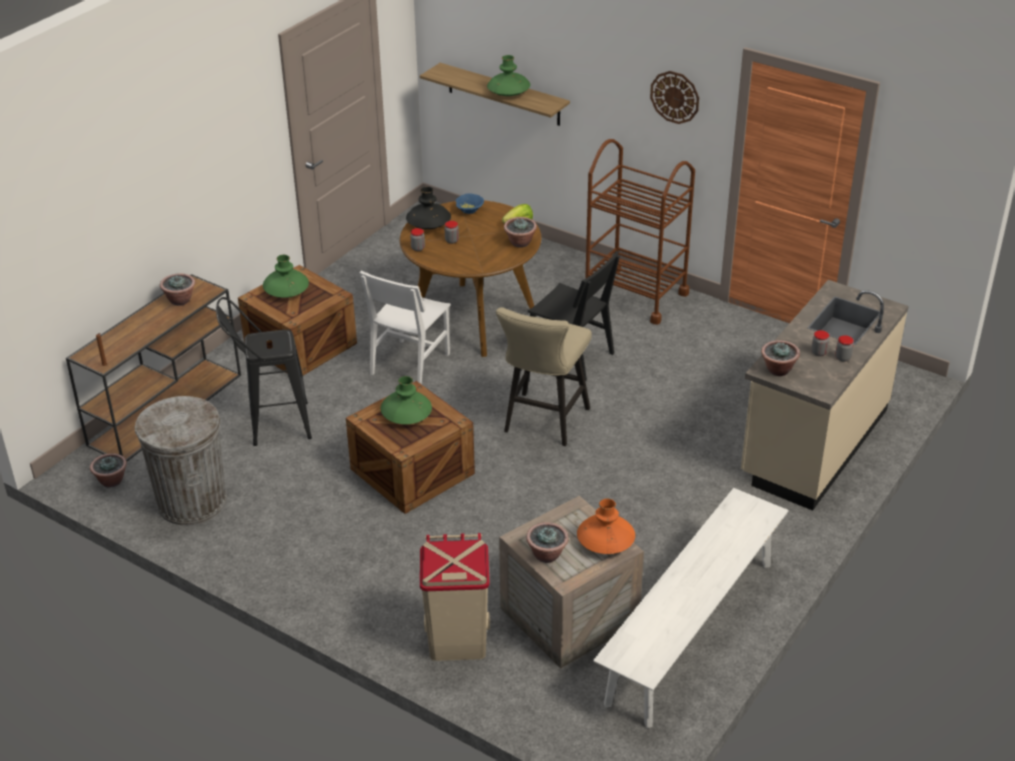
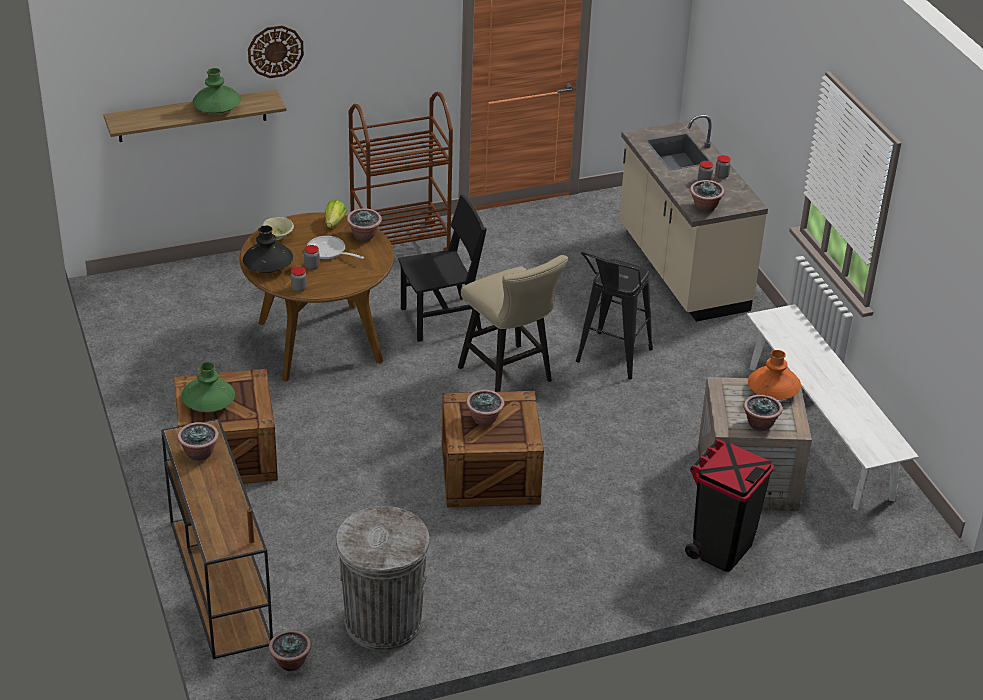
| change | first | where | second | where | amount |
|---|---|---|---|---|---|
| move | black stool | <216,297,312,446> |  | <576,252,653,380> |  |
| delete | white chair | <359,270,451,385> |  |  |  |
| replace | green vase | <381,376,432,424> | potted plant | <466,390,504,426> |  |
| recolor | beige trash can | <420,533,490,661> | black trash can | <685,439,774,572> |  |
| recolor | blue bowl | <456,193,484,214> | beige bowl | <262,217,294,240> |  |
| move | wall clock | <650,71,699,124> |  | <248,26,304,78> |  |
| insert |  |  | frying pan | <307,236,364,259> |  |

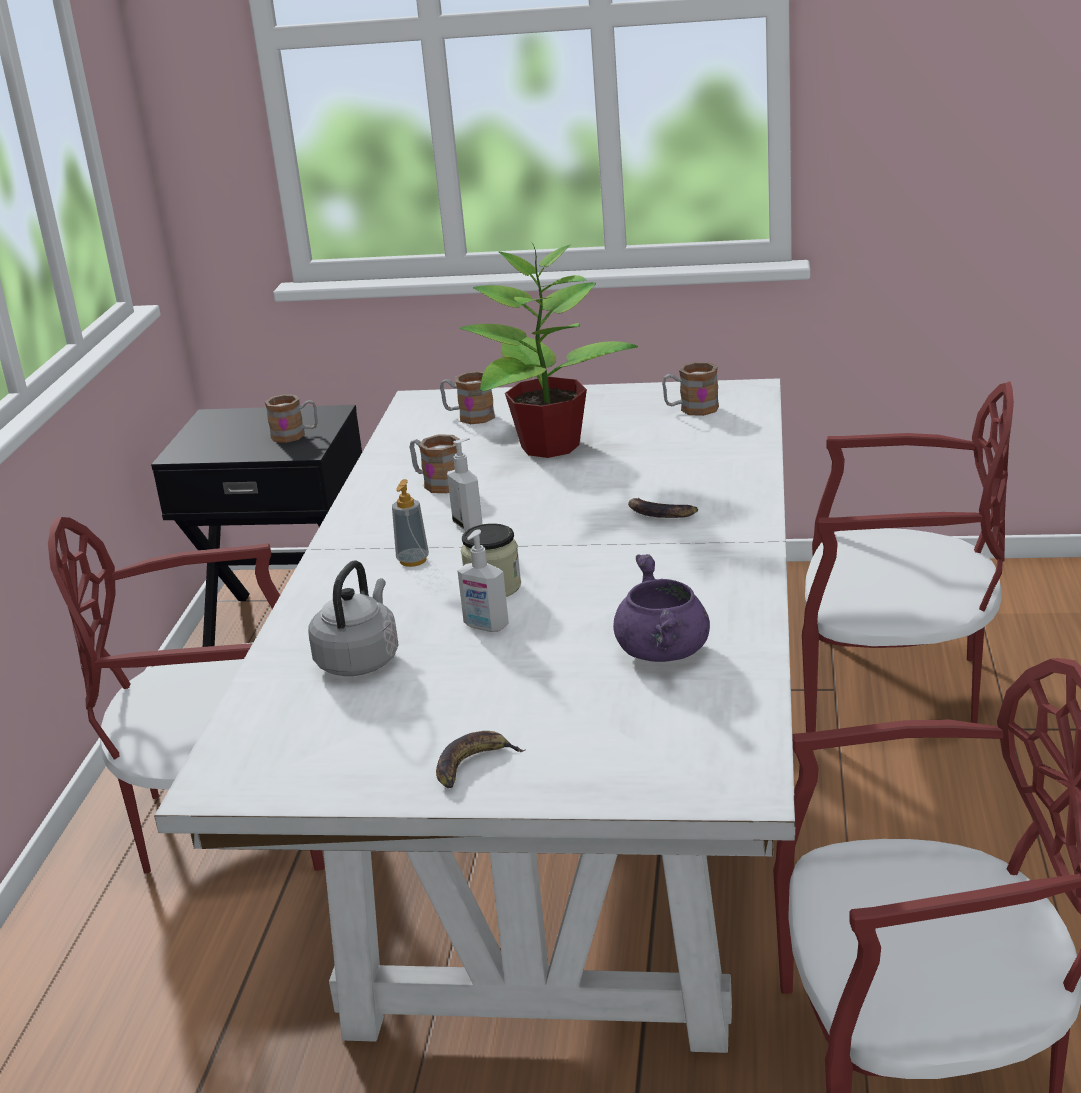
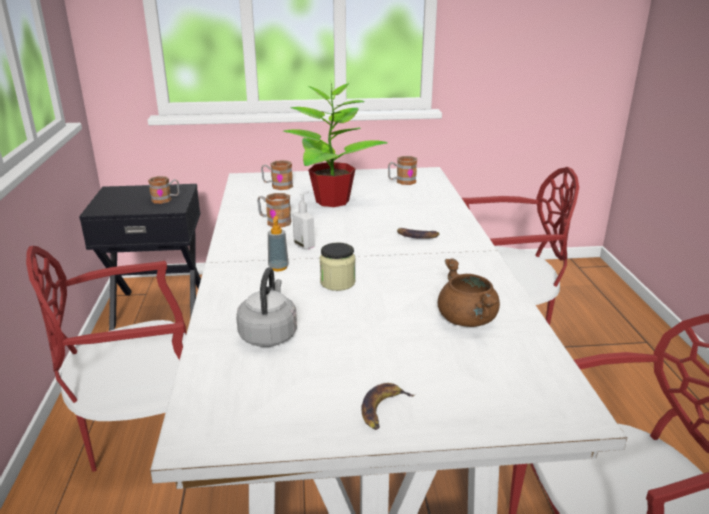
| change | first | where | second | where | amount |
|---|---|---|---|---|---|
| delete | soap dispenser | <458,529,509,632> |  |  |  |
| recolor | purple cooking pot | <613,554,710,662> | brown cooking pot | <438,258,500,327> |  |

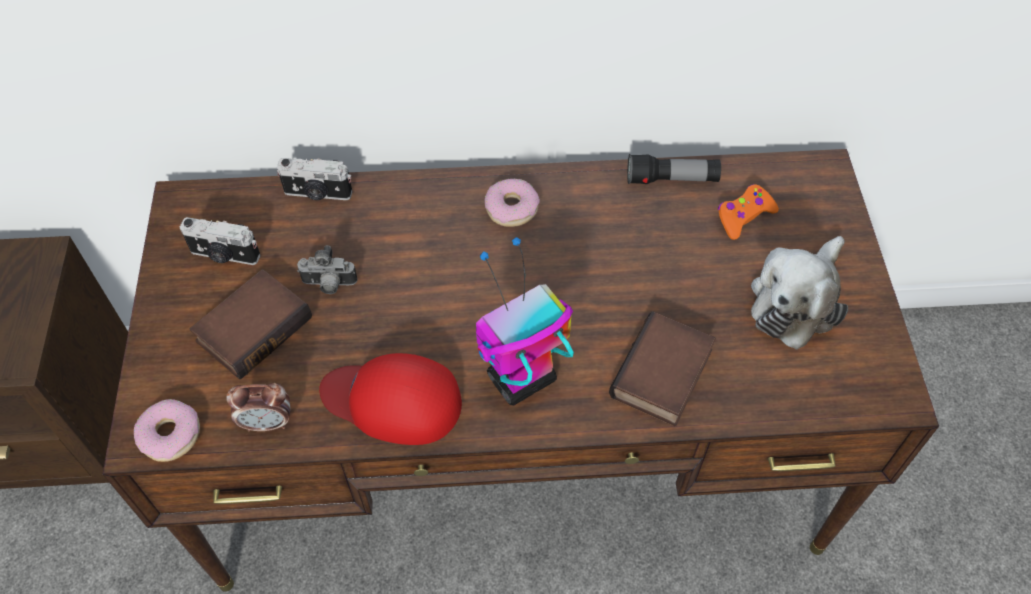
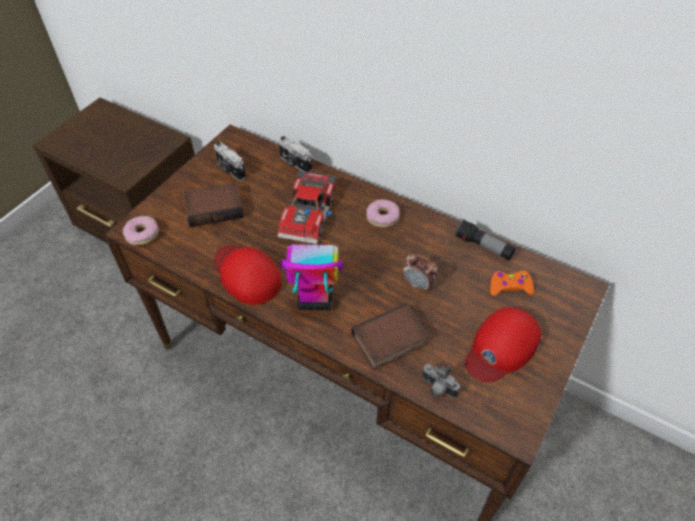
| change | first | where | second | where | amount |
|---|---|---|---|---|---|
| move | alarm clock | <227,383,290,432> |  | <402,254,437,292> |  |
| move | photo camera | <297,245,357,294> |  | <422,364,460,398> |  |
| replace | plush toy | <751,236,848,350> | red cap | <465,307,541,383> |  |
| insert |  |  | toy car | <277,170,336,245> |  |

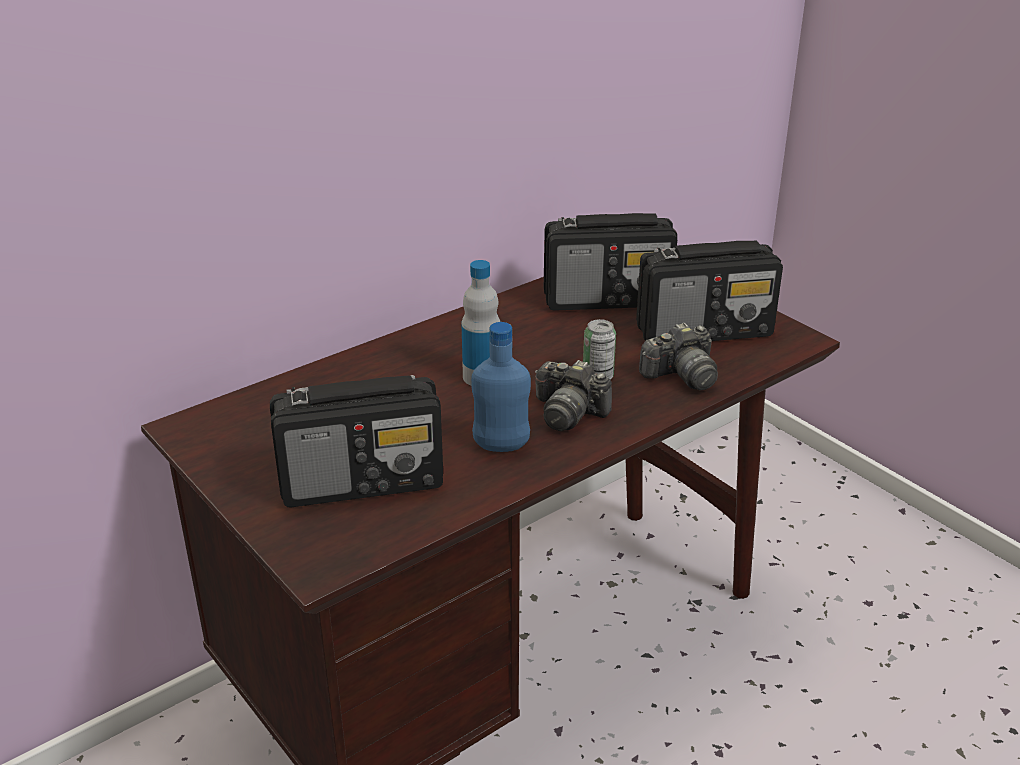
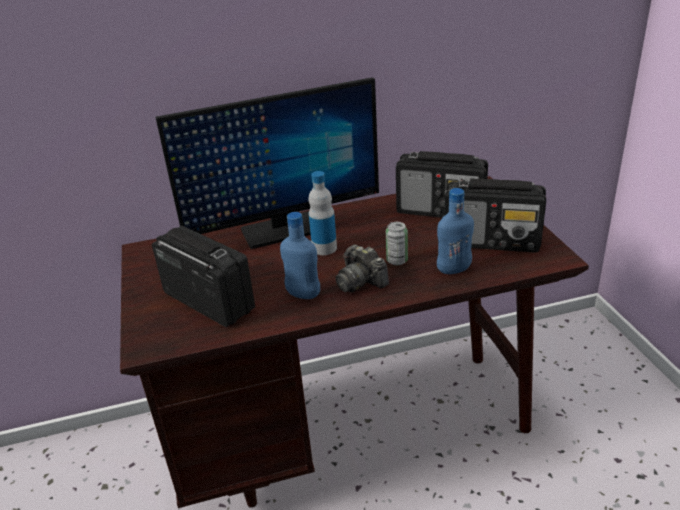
| change | first | where | second | where | amount |
|---|---|---|---|---|---|
| rotate | radio | <270,375,443,507> |  | <152,226,255,327> | 150 degrees counterclockwise |
| replace | photo camera | <639,323,718,390> | blue bottle | <437,188,474,274> |  |
| insert |  |  | monitor | <156,77,379,249> |  |

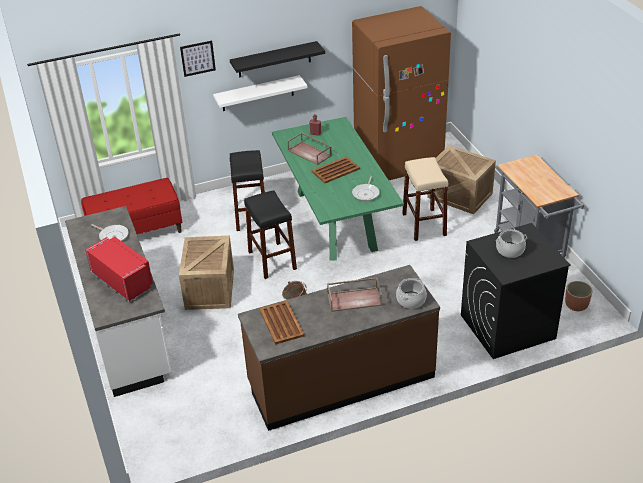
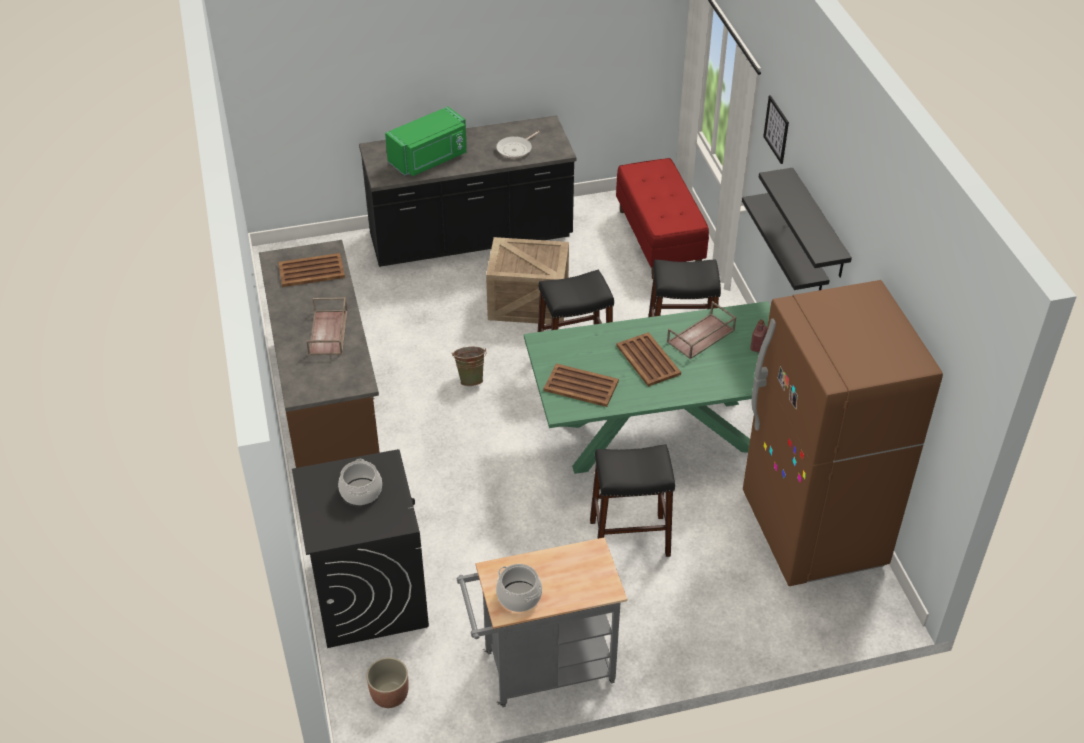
| change | first | where | second | where | amount |
|---|---|---|---|---|---|
| recolor | white counter | <65,206,172,397> | black counter | <359,115,576,267> |  |
| recolor | red microwave | <85,237,153,302> | green microwave | <385,106,467,176> |  |
| recolor | white shelf | <213,75,307,111> | black shelf | <742,193,830,290> |  |
| replace | frying pan | <352,176,380,201> | brown tray | <543,363,619,407> |  |
| move | cooking pot | <396,278,427,309> |  | <496,564,542,612> |  |
| recolor | beige stool | <402,157,448,241> | black stool | <590,444,675,557> |  |
| delete | crate | <427,145,496,215> |  |  |  |

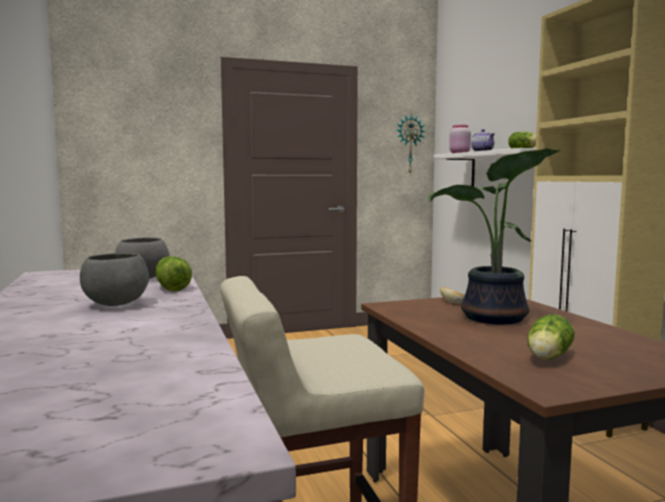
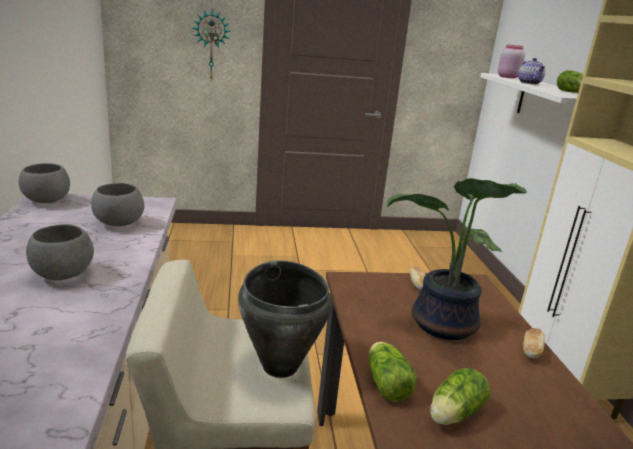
| change | first | where | second | where | amount |
|---|---|---|---|---|---|
| move | lettuce | <156,256,192,291> |  | <369,342,417,402> |  |
| move | wall clock | <396,114,426,173> |  | <193,10,231,80> |  |
| insert |  |  | grey bowl | <19,163,70,203> |  |
| insert |  |  | black cooking pot | <238,261,332,378> |  |
| insert |  |  | bread | <523,328,545,358> |  |

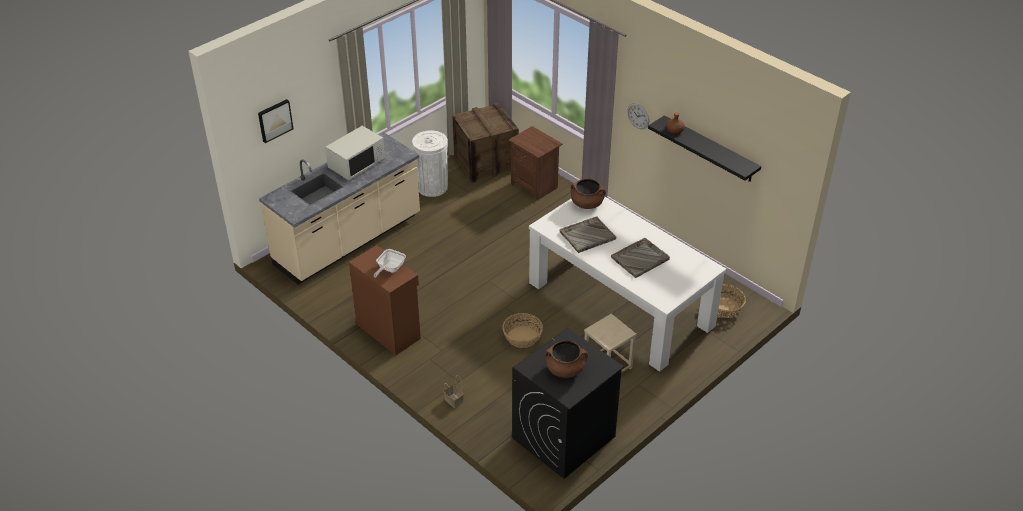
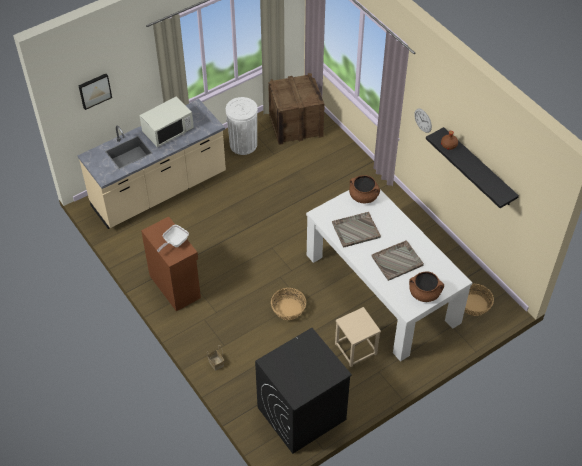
| change | first | where | second | where | amount |
|---|---|---|---|---|---|
| delete | brown nightstand | <508,126,563,201> |  |  |  |
| move | brown cooking pot | <545,340,588,378> |  | <409,271,444,302> |  |

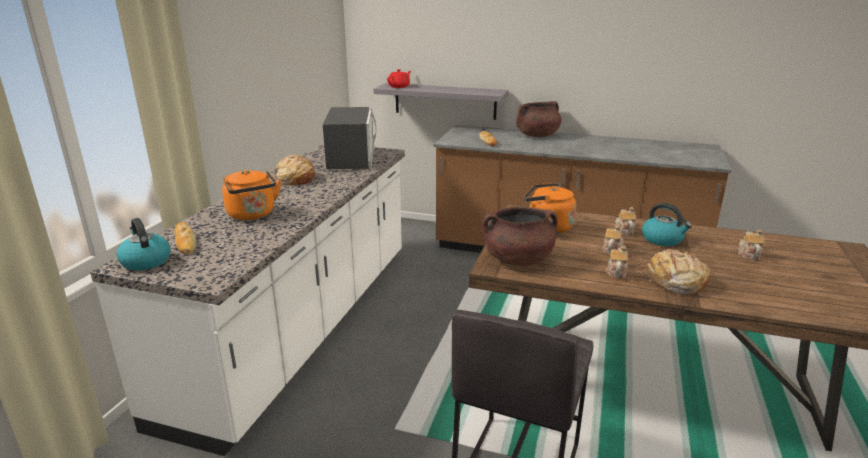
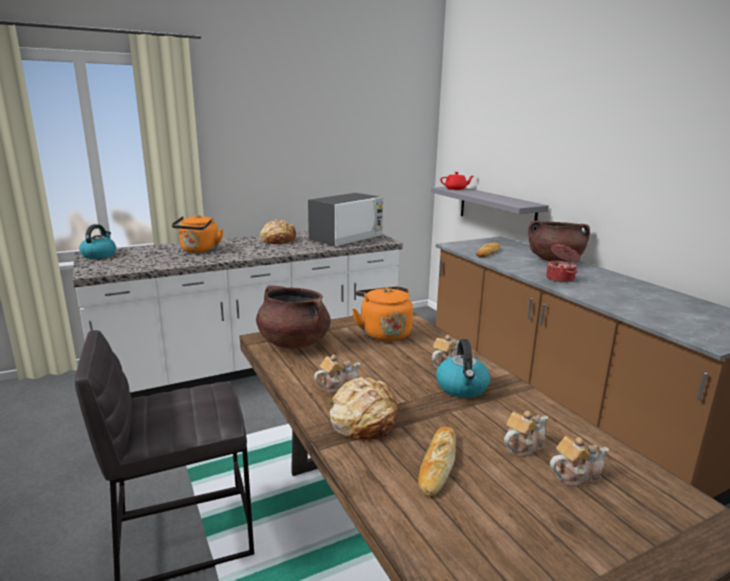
| change | first | where | second | where | amount |
|---|---|---|---|---|---|
| move | bread | <174,222,196,254> |  | <418,427,456,496> |  |
| move | teapot | <602,225,624,255> |  | <550,436,609,487> |  |
| insert |  |  | cooking pot | <546,245,581,283> |  |

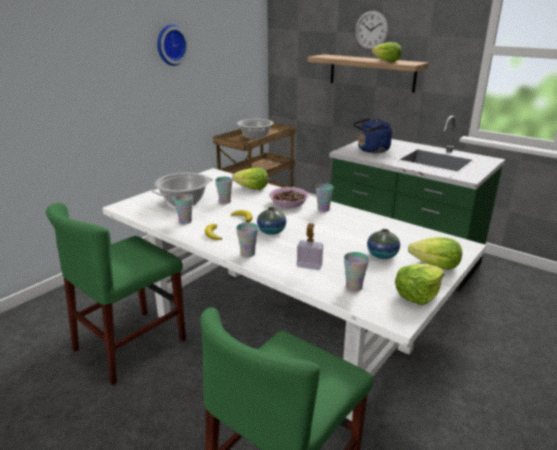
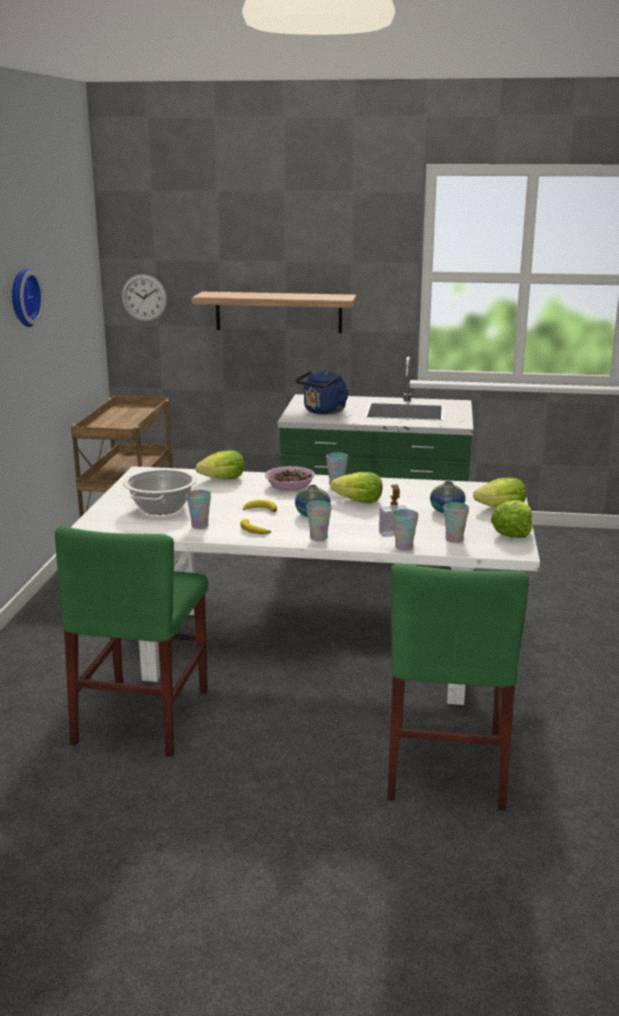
| change | first | where | second | where | amount |
|---|---|---|---|---|---|
| move | cup | <215,177,233,204> |  | <392,509,419,551> |  |
| delete | cooking pot | <237,119,273,140> |  |  |  |
| move | wall clock | <355,10,388,50> |  | <122,274,167,322> |  |
| move | lettuce | <372,42,402,62> |  | <331,472,383,504> |  |

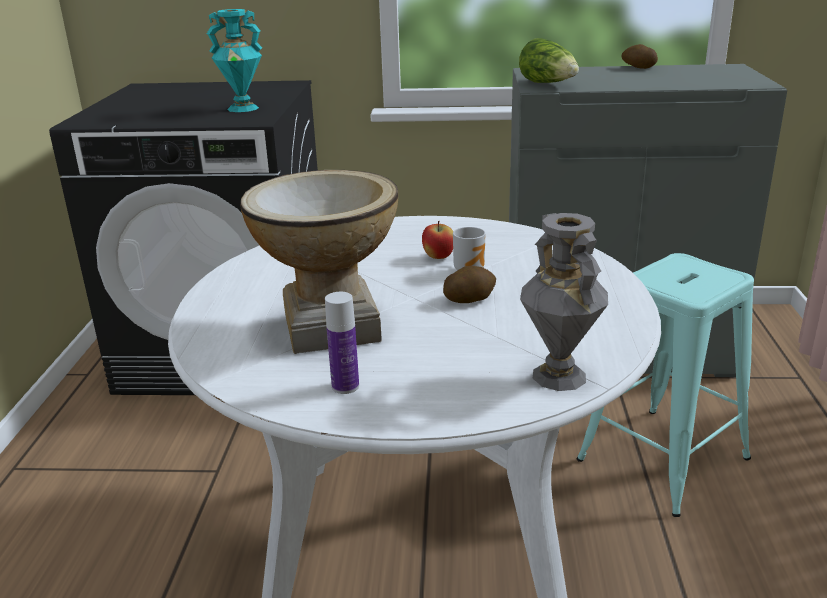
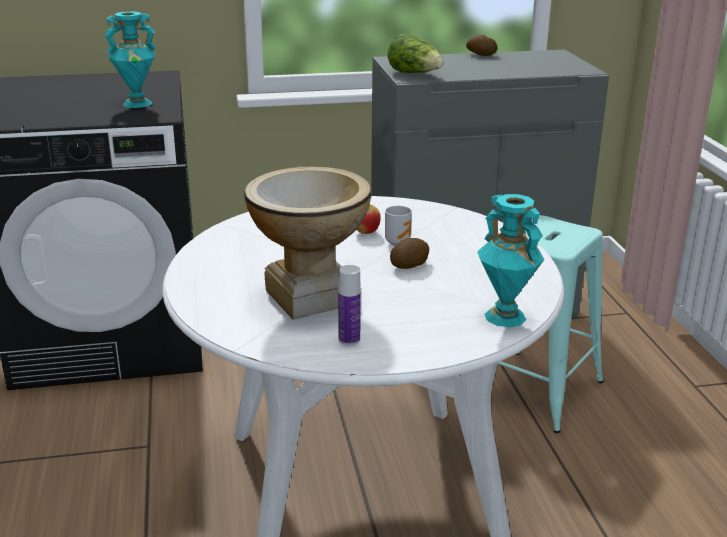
| change | first | where | second | where | amount |
|---|---|---|---|---|---|
| recolor | grey vase | <520,213,608,391> | turquoise vase | <477,194,544,327> |  |

